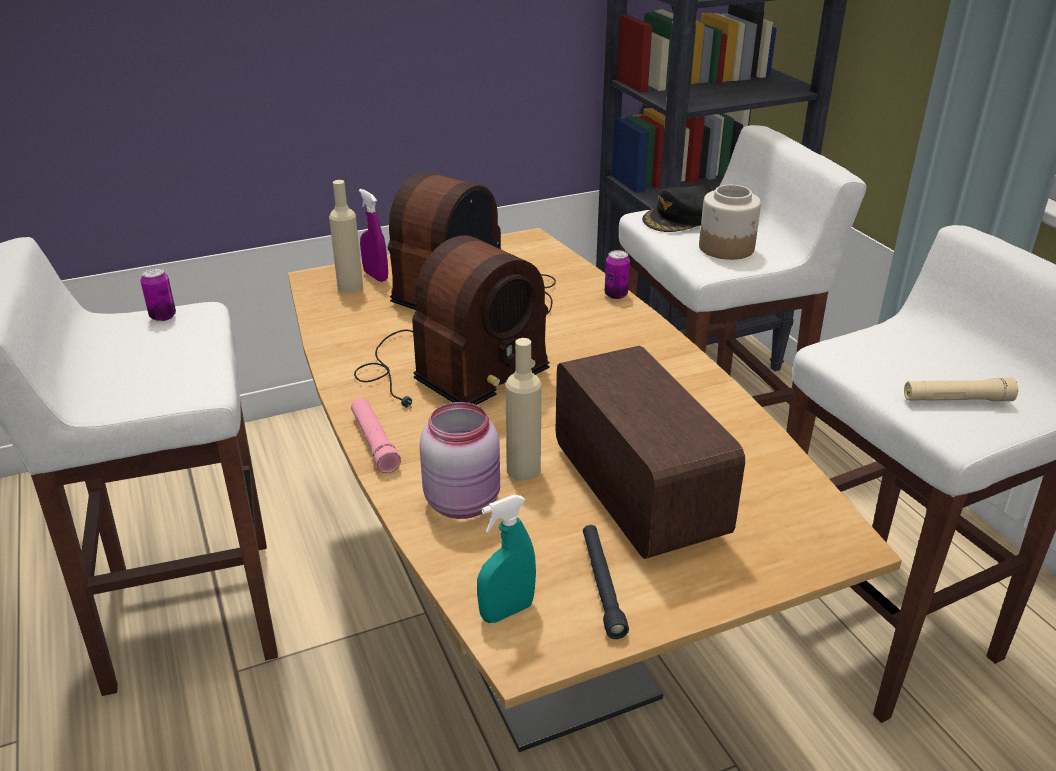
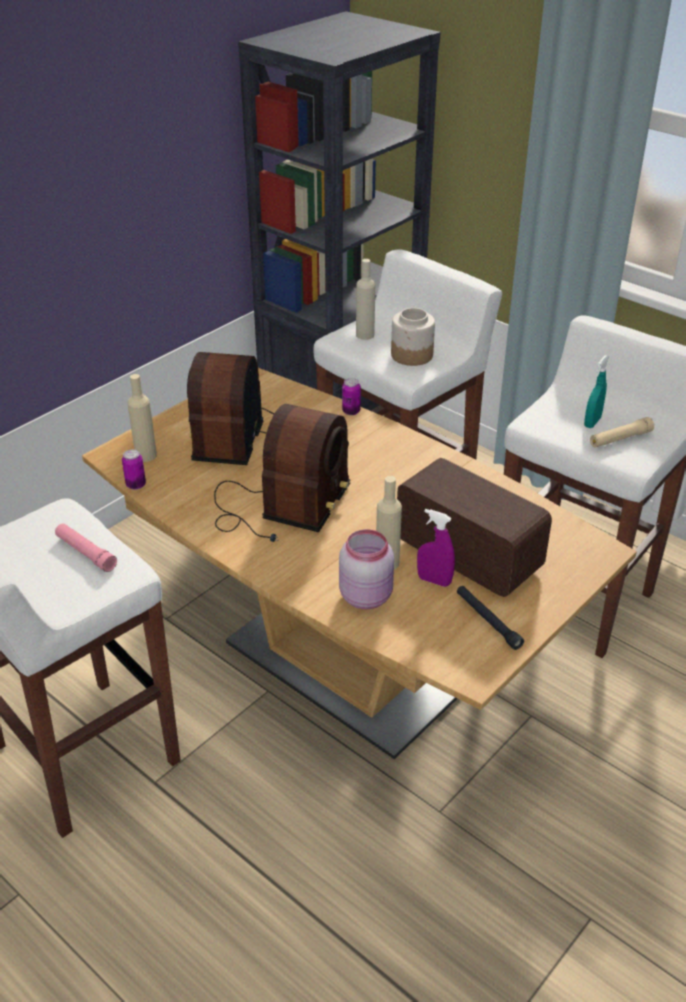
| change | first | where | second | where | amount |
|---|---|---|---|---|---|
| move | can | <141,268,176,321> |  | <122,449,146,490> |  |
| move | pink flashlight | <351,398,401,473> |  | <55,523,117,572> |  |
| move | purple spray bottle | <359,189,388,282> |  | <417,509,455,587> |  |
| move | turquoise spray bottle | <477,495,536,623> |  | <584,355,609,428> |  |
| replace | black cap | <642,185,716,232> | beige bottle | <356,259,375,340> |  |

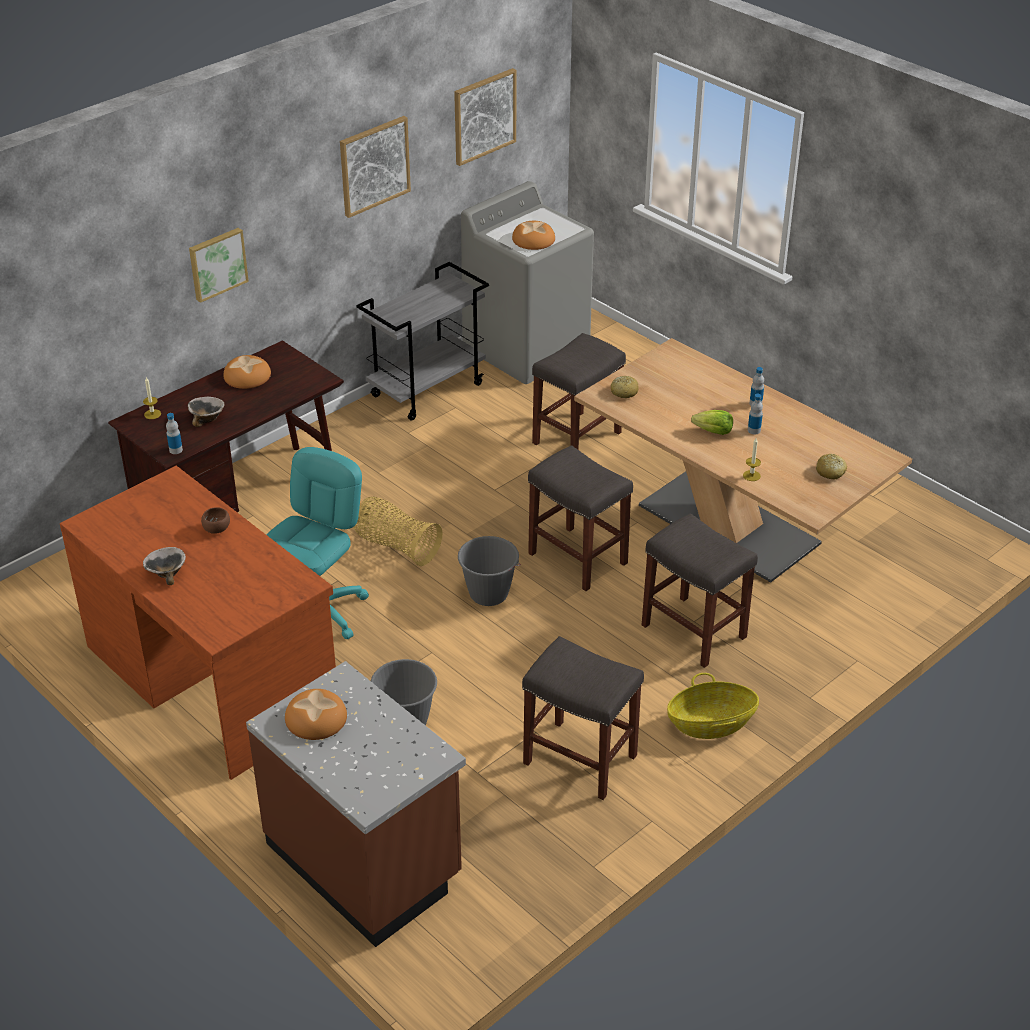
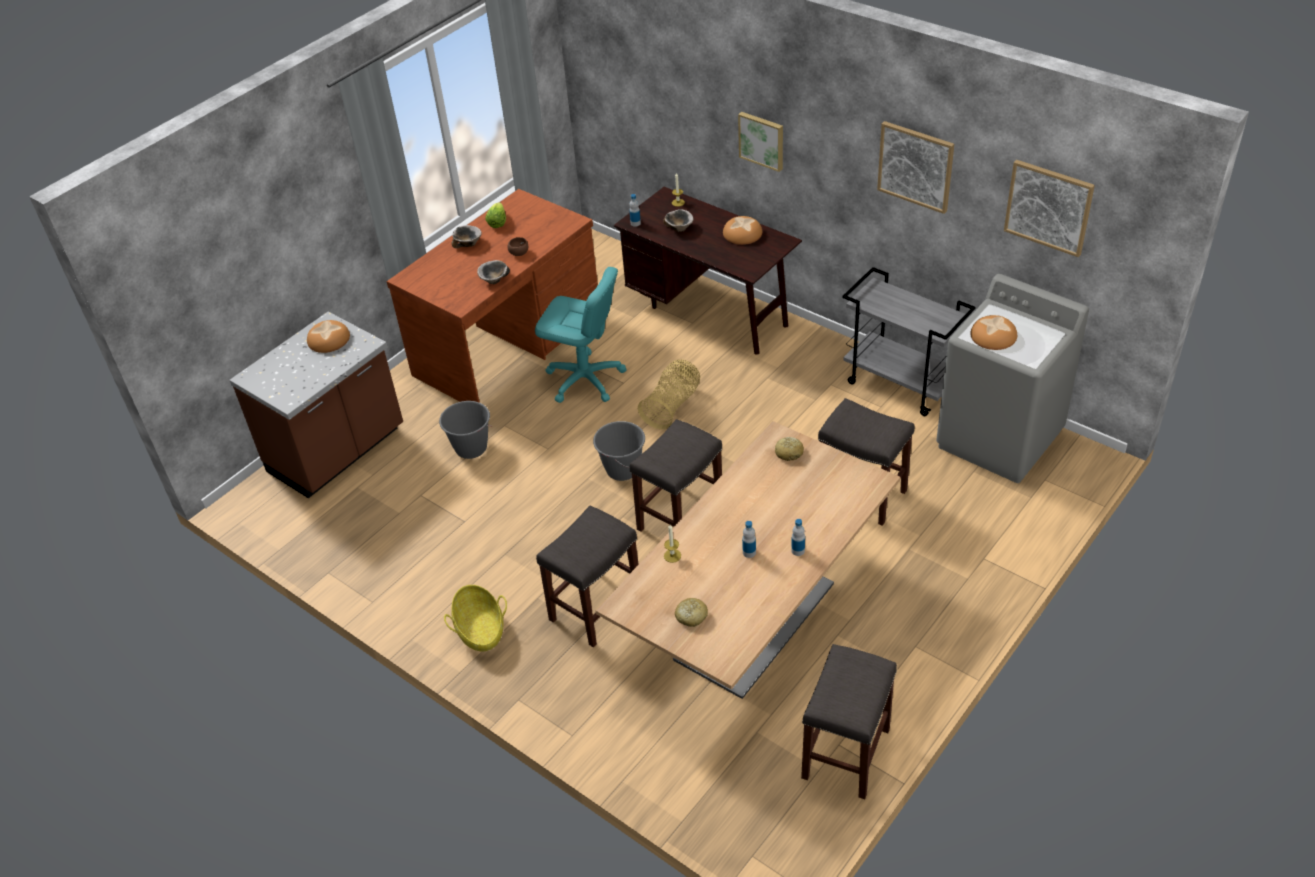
| change | first | where | second | where | amount |
|---|---|---|---|---|---|
| move | grey stool | <522,636,644,800> |  | <801,644,897,799> |  |
| move | lettuce | <691,410,733,435> |  | <485,202,506,228> |  |
| insert |  |  | bowl | <477,260,510,284> |  |

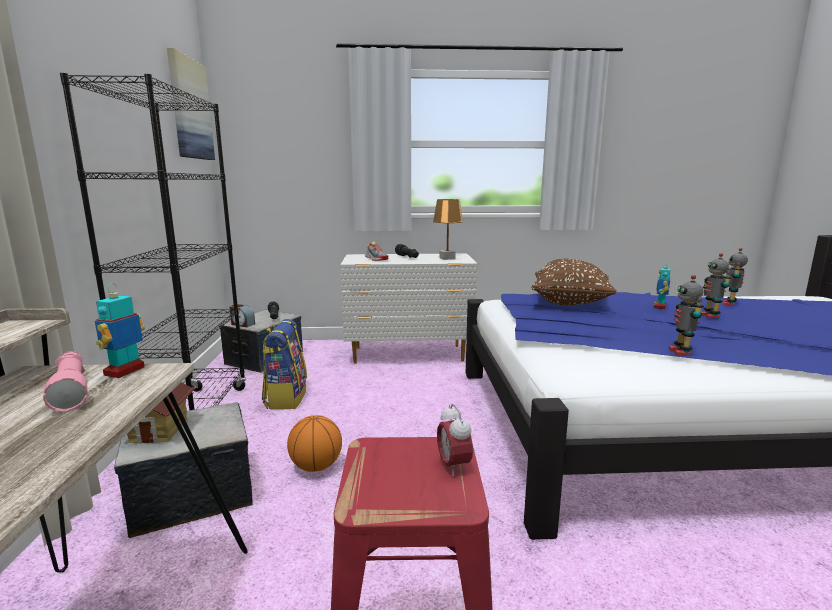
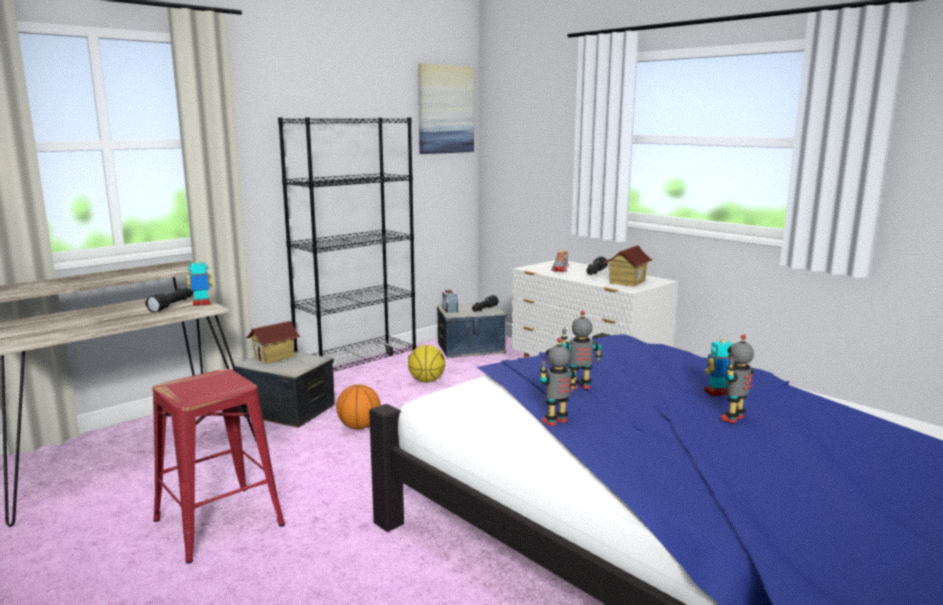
| change | first | where | second | where | amount |
|---|---|---|---|---|---|
| recolor | pink flashlight | <43,351,88,412> | black flashlight | <145,287,194,313> |  |
| replace | backpack | <262,319,307,410> | basketball | <408,345,445,382> |  |
| replace | brown table lamp | <433,199,463,260> | toy house | <603,245,654,287> |  |
| delete | alarm clock | <437,404,473,477> |  |  |  |
| delete | brown pillow | <532,258,617,305> |  |  |  |
| move | toy robot | <723,248,748,306> |  | <561,311,602,389> |  |

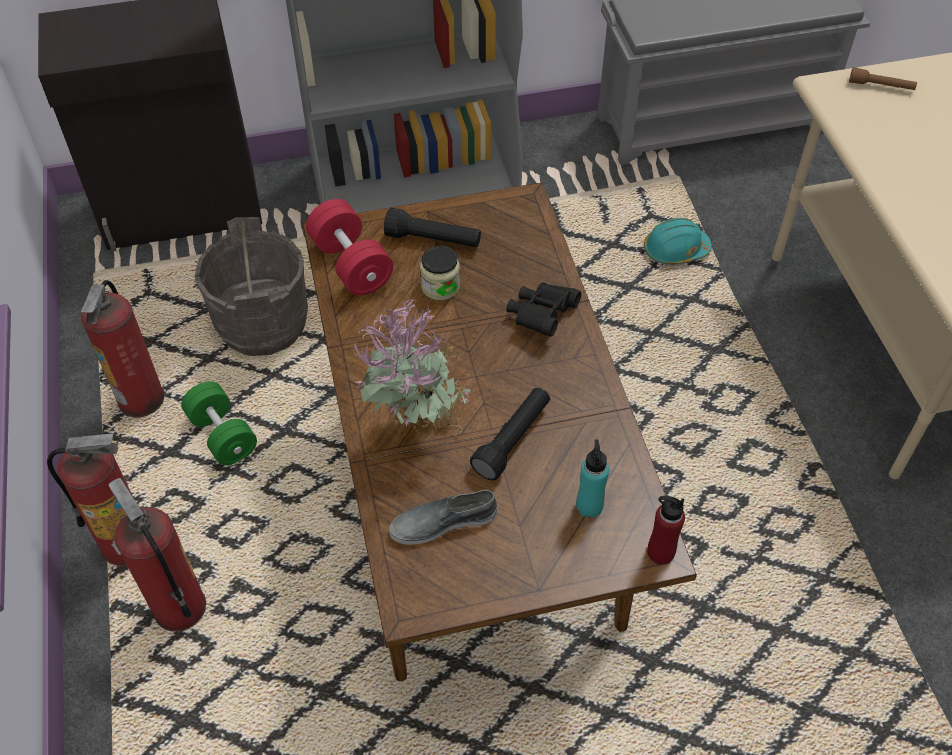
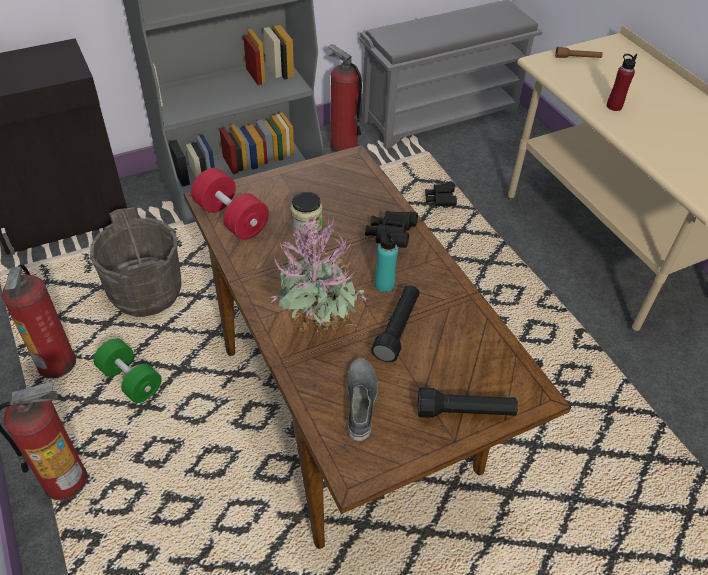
| change | first | where | second | where | amount |
|---|---|---|---|---|---|
| move | fire extinguisher | <108,478,206,632> |  | <329,44,362,152> |  |
| move | black flashlight | <384,207,481,247> |  | <418,387,518,418> |  |
| rotate | grey shoe | <390,490,497,545> |  | <347,358,378,441> | 120 degrees clockwise |
| move | turquoise bottle | <576,439,609,518> |  | <375,225,398,292> |  |
| replace | turquoise hard hat | <644,218,712,265> | black binoculars | <425,182,457,206> |  |
| move | red bottle | <647,496,685,564> |  | <607,54,637,111> |  |

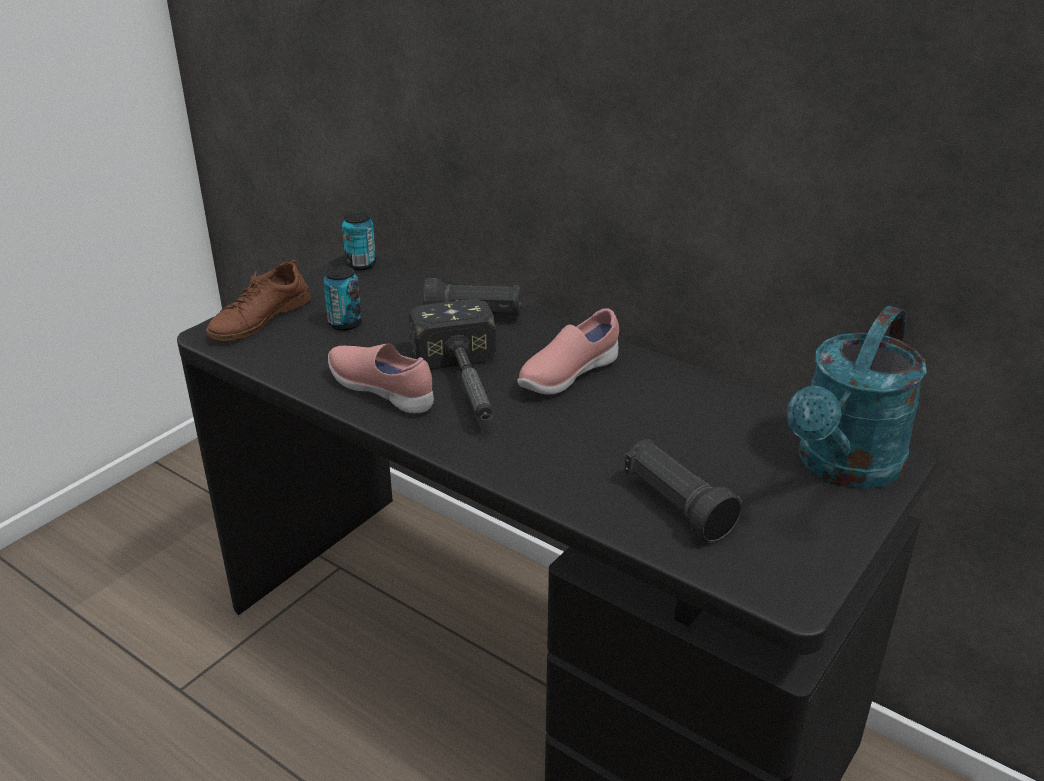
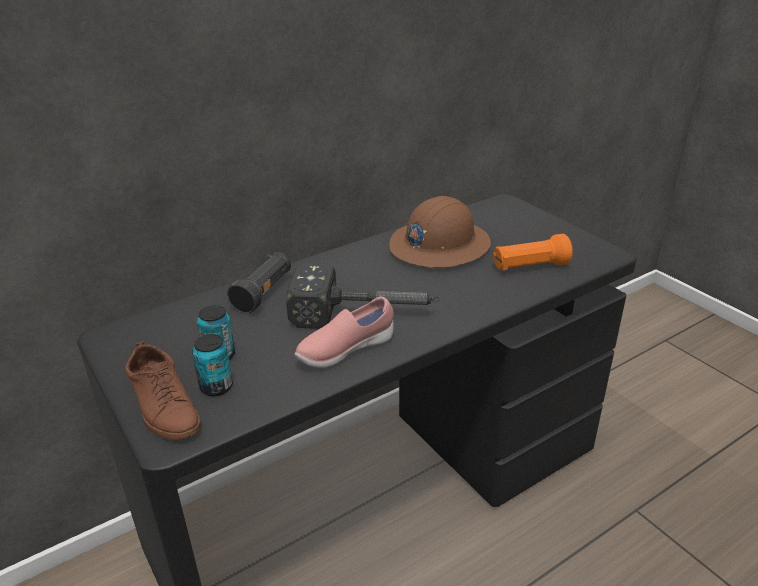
| change | first | where | second | where | amount |
|---|---|---|---|---|---|
| move | can | <342,212,376,270> |  | <192,334,233,396> |  |
| delete | pink shoe | <517,308,619,395> |  |  |  |
| recolor | black flashlight | <625,439,742,542> | orange flashlight | <493,234,573,270> |  |
| delete | turquoise watering can | <787,306,927,489> |  |  |  |
| insert |  |  | brown hard hat | <389,196,491,268> |  |

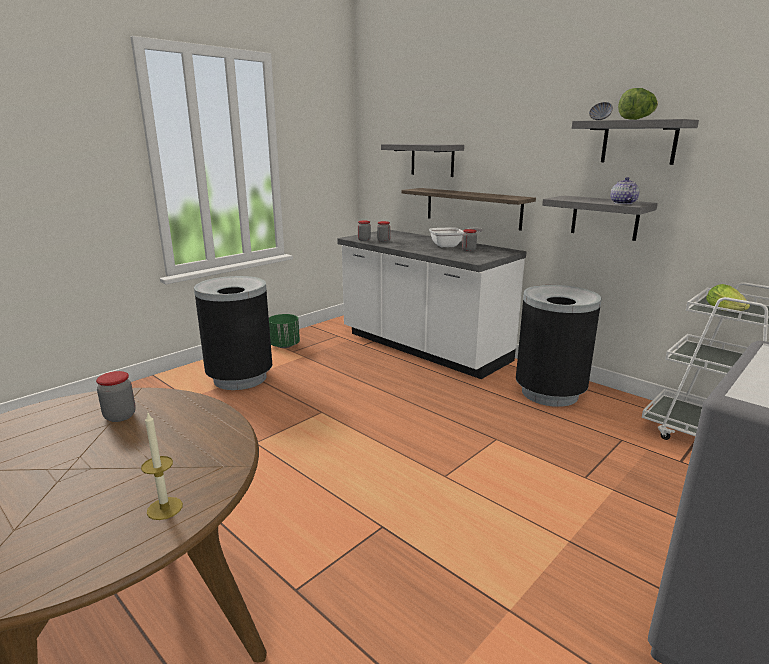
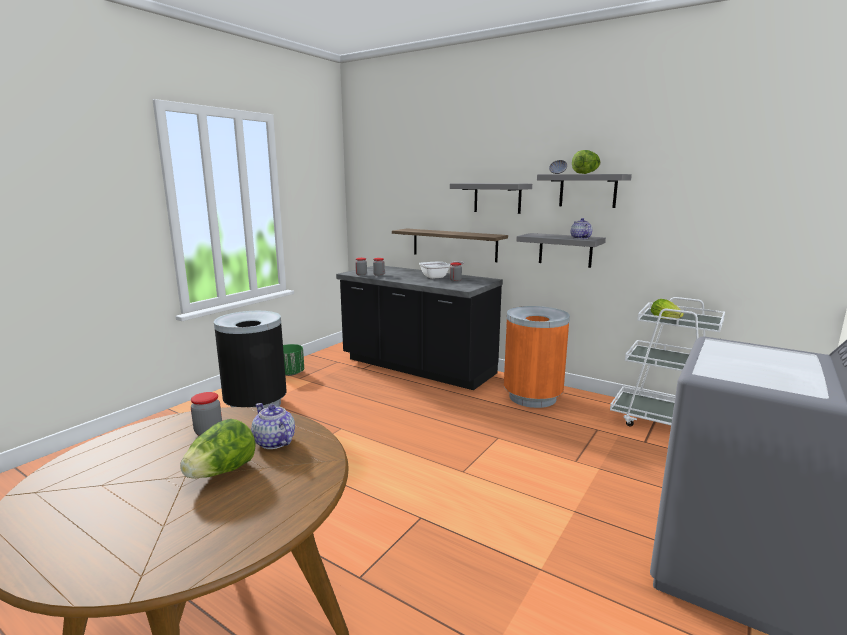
| change | first | where | second | where | amount |
|---|---|---|---|---|---|
| delete | candle | <141,413,183,520> |  |  |  |
| recolor | white counter | <337,230,526,379> | black counter | <336,266,503,390> |  |
| move | grey shelf | <381,144,464,177> |  | <450,183,532,214> |  |
| recolor | black trash can | <516,285,602,407> | orange trash can | <504,306,570,408> |  |
| insert |  |  | lettuce | <180,419,256,479> |  |
| insert |  |  | teapot | <251,403,295,449> |  |

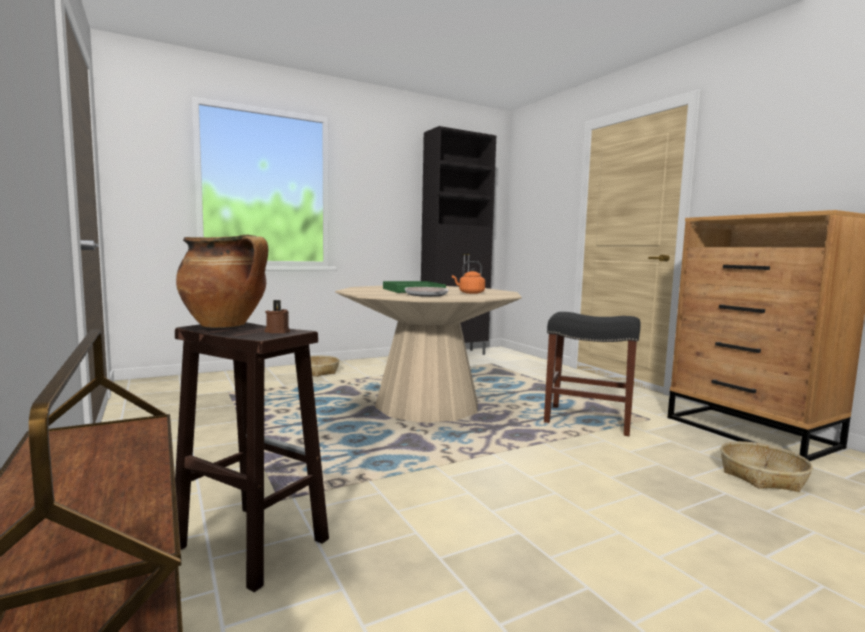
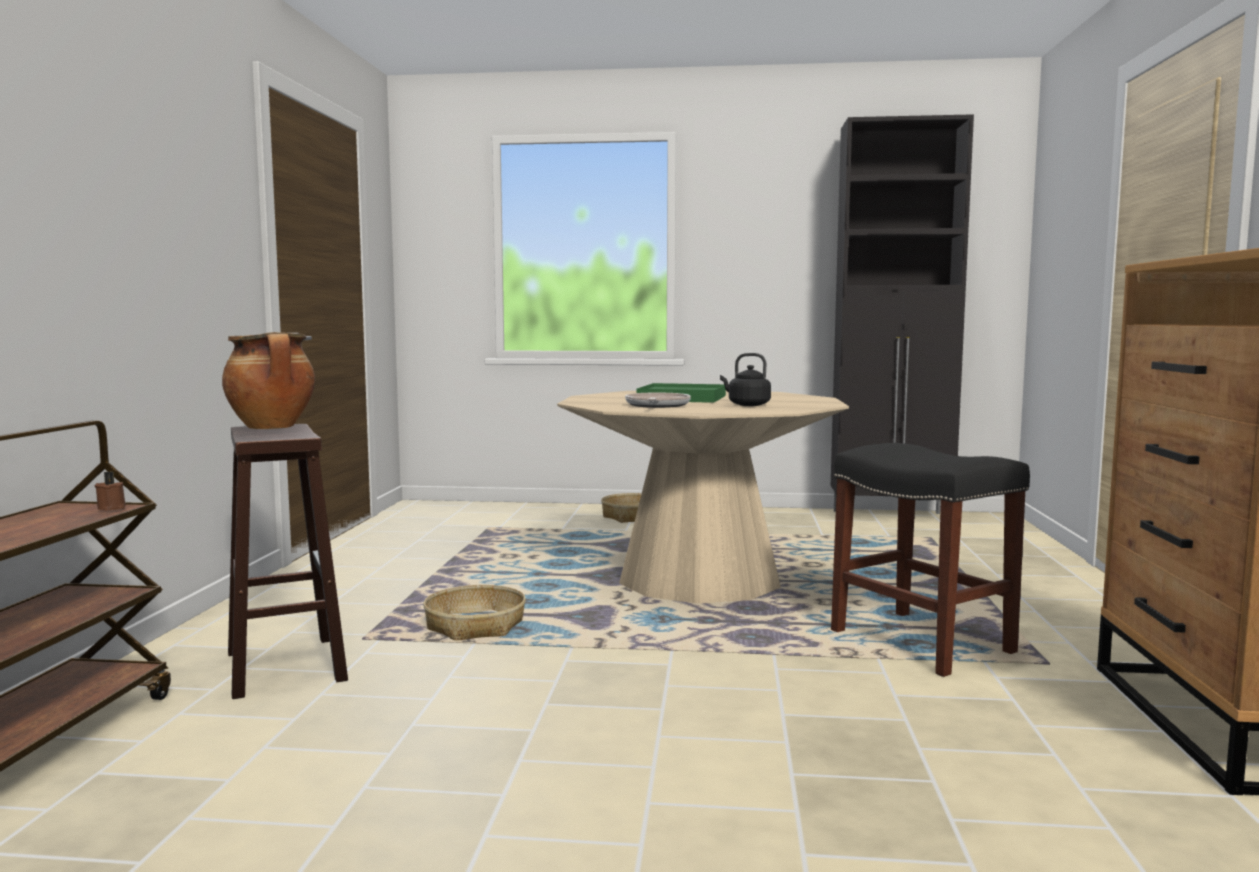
| change | first | where | second | where | amount |
|---|---|---|---|---|---|
| move | brown candle | <264,300,290,333> |  | <95,471,126,510> |  |
| recolor | orange kettle | <452,261,485,294> | black kettle | <720,353,771,406> |  |
| move | basket | <720,441,813,492> |  | <423,585,526,641> |  |

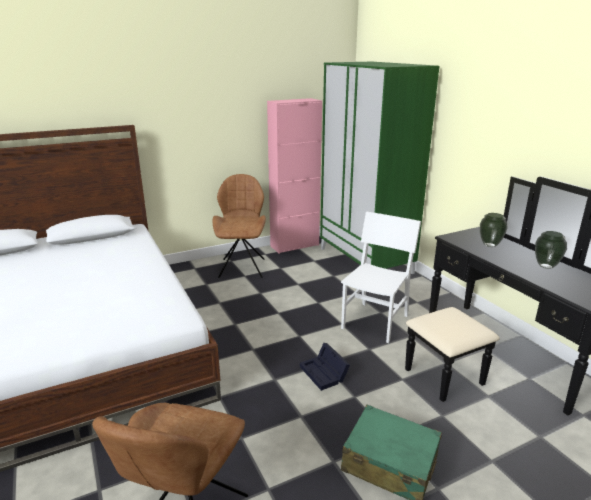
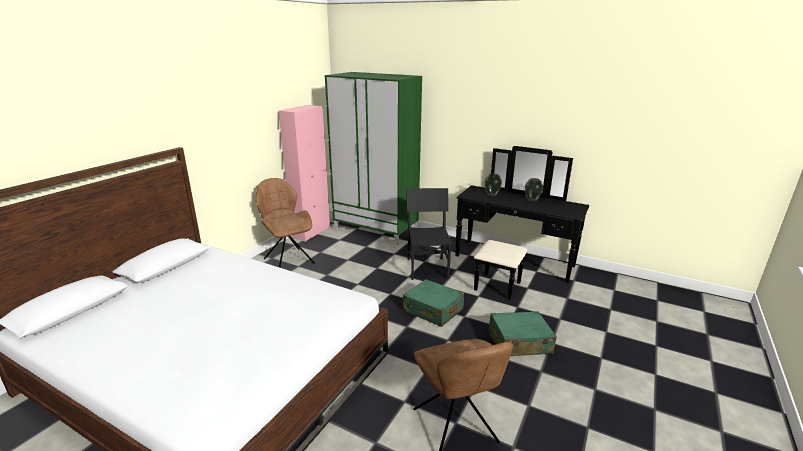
| change | first | where | second | where | amount |
|---|---|---|---|---|---|
| replace | black storage box | <300,343,350,391> | green suitcase | <403,279,464,327> |  |
| recolor | white chair | <341,212,421,343> | black chair | <407,188,452,280> |  |

